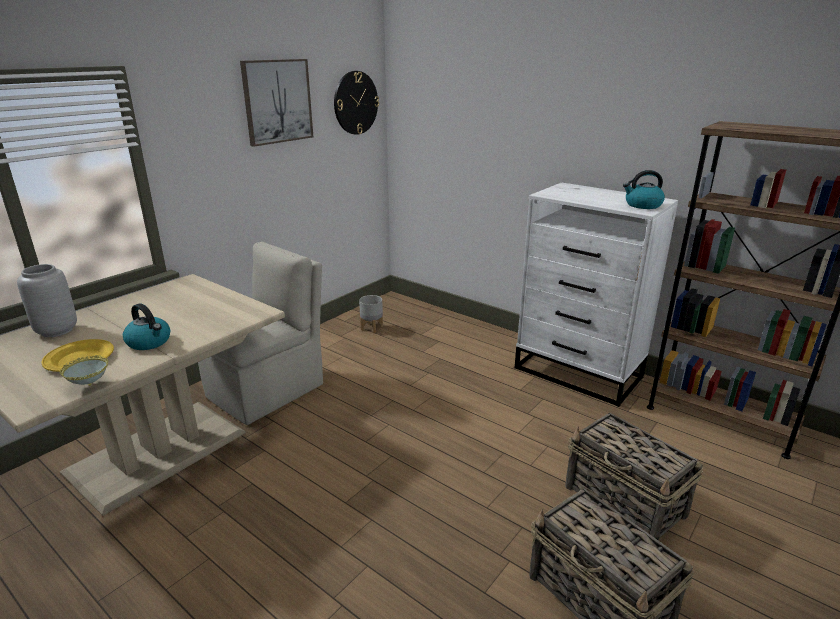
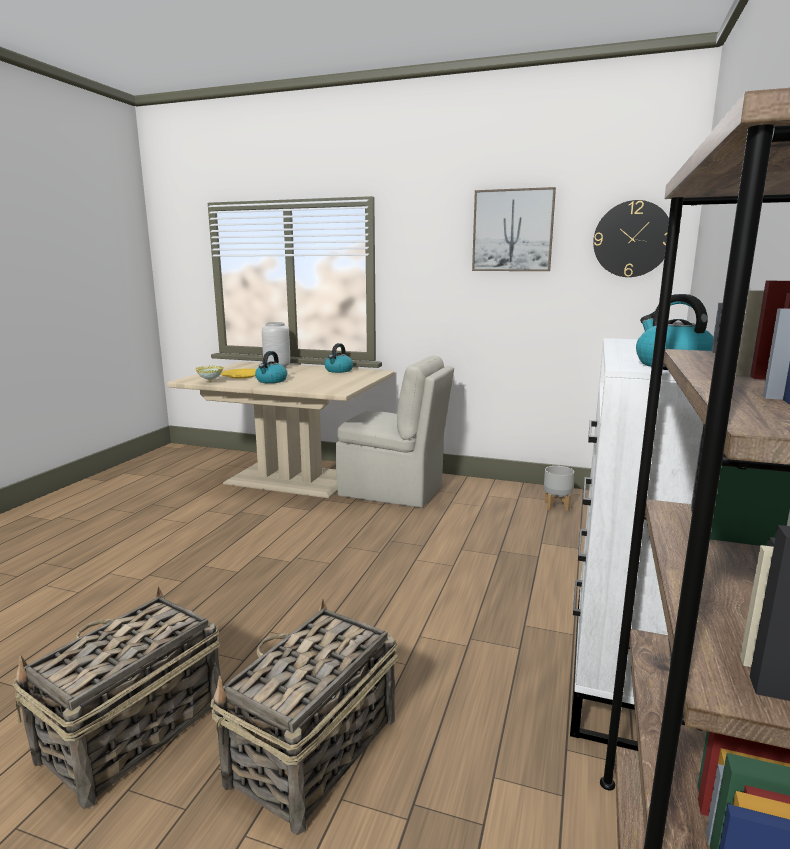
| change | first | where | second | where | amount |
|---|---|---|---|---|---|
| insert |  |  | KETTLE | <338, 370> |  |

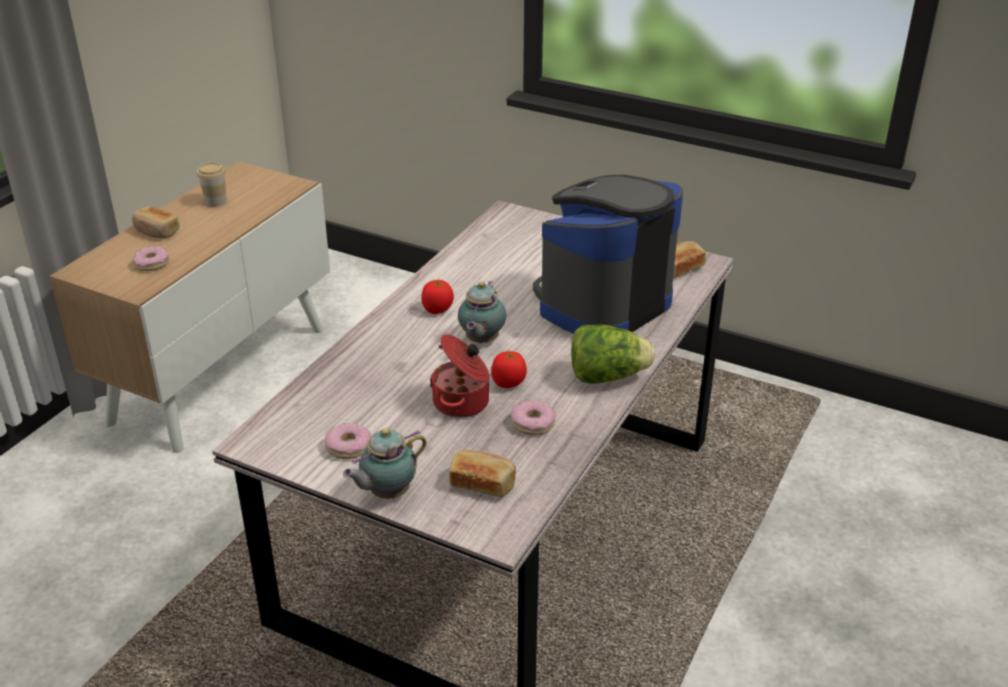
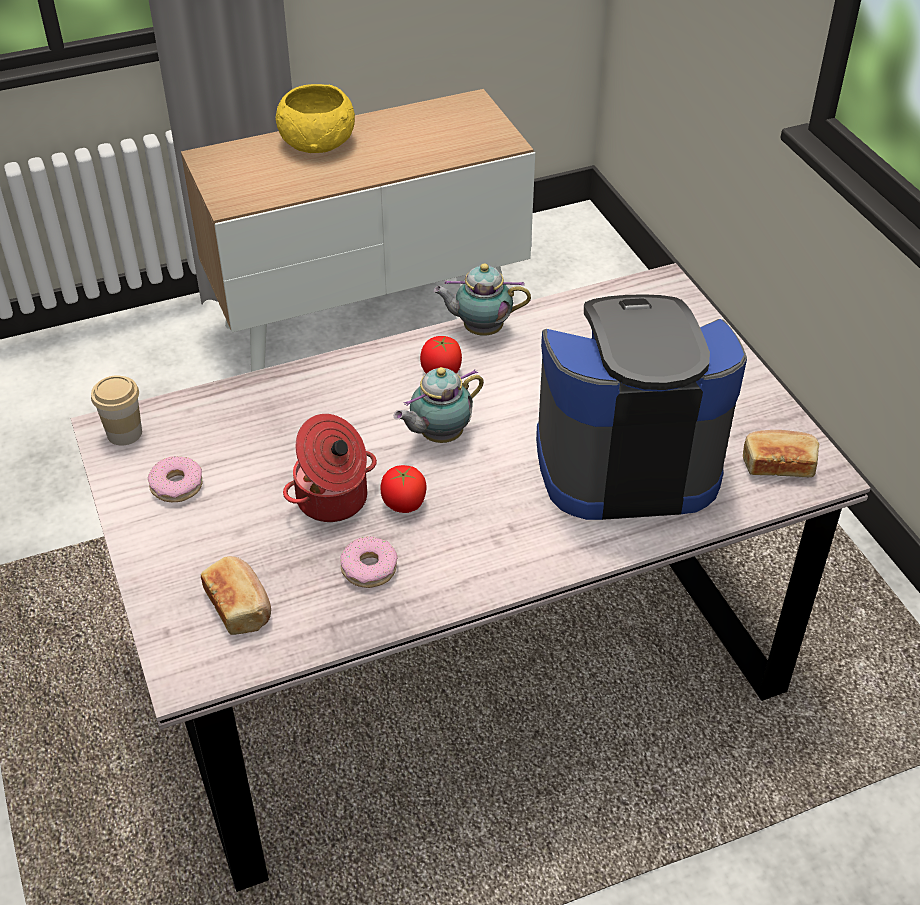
| change | first | where | second | where | amount |
|---|---|---|---|---|---|
| replace | BREAD | <156, 231> | YELLOW BOWL | <317, 142> |  |
| delete | DONUT | <152, 264> |  |  |  |
| move | CUP | <215, 201> |  | <124, 433> |  |
| move | TEAPOT | <387, 493> |  | <480, 329> |  |
| delete | LETTUCE | <607, 376> |  |  |  |

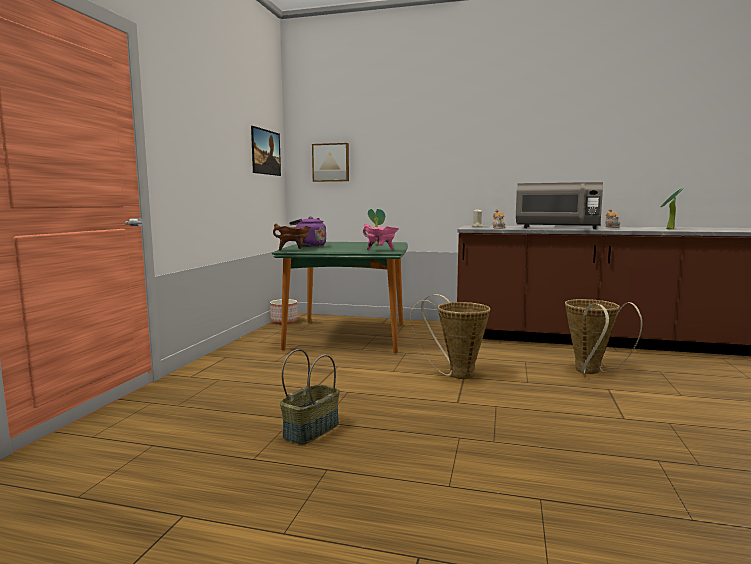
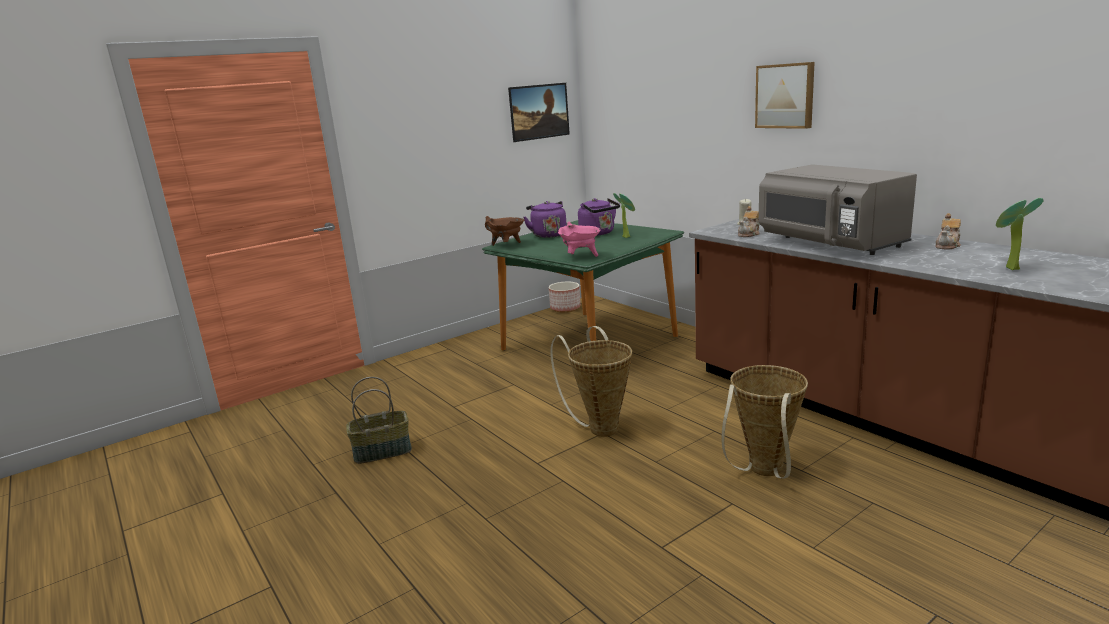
| change | first | where | second | where | amount |
|---|---|---|---|---|---|
| move | PICTURE | <331, 162> |  | <785, 96> |  |
| insert |  |  | PURPLE KETTLE | <599, 233> |  |

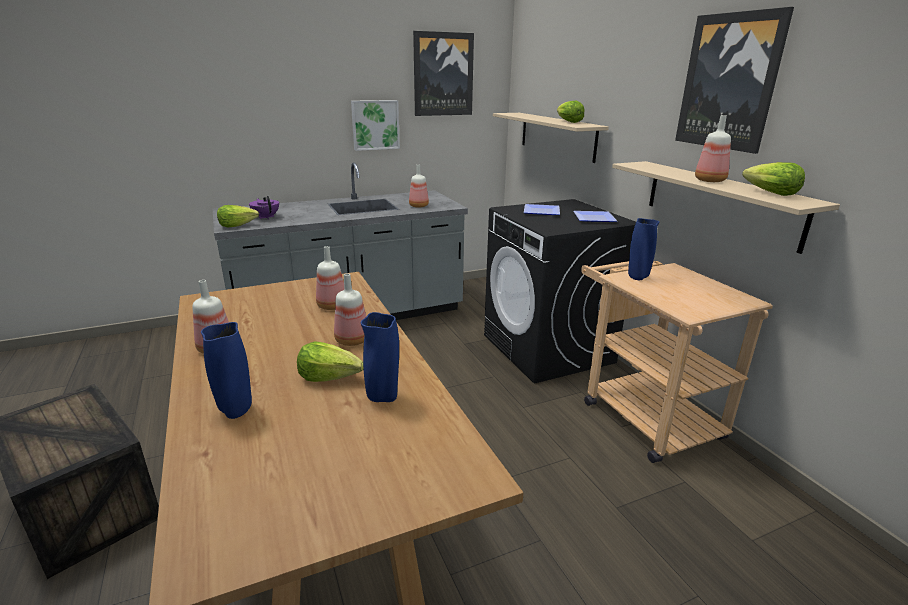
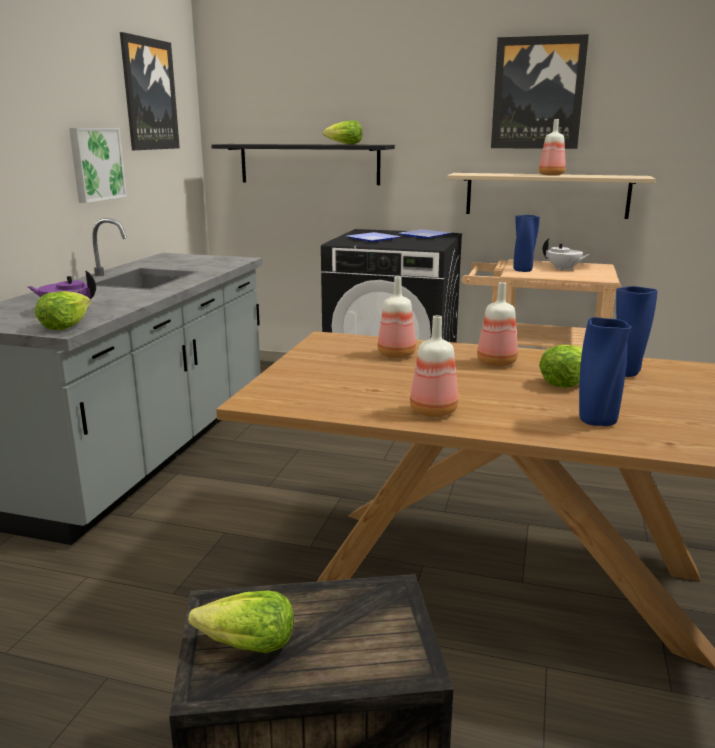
| change | first | where | second | where | amount |
|---|---|---|---|---|---|
| delete | BOTTLE | <419, 206> |  |  |  |
| recolor | BEIGE SHELF | <557, 136> | BLACK SHELF | <309, 164> |  |
| move | LETTUCE | <769, 193> |  | <247, 645> |  |
| insert |  |  | WHITE TEAPOT | <564, 269> |  |

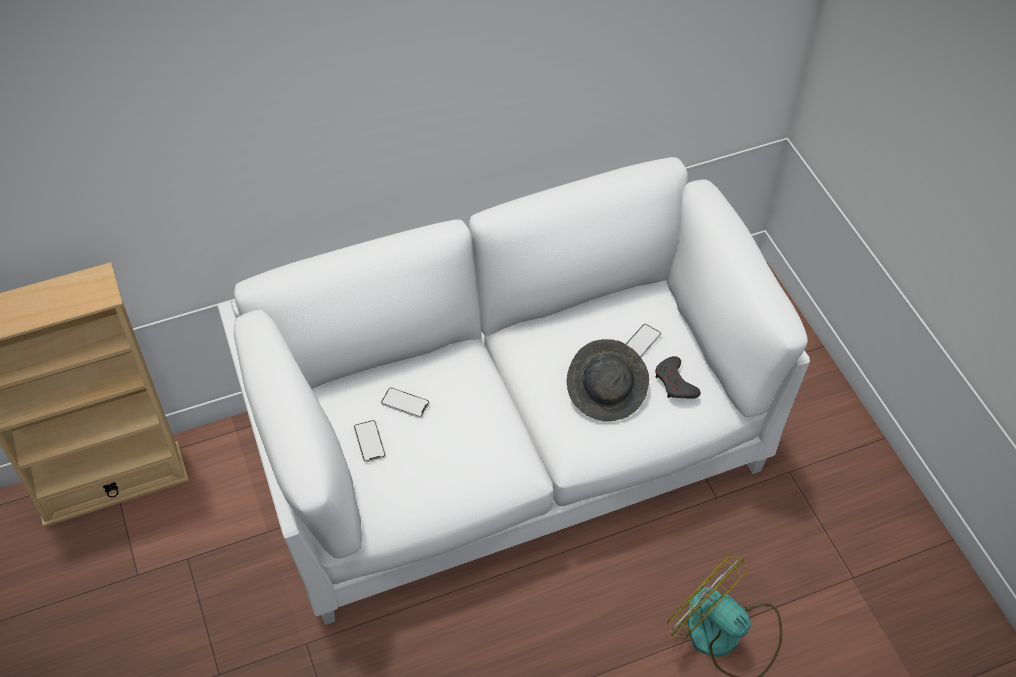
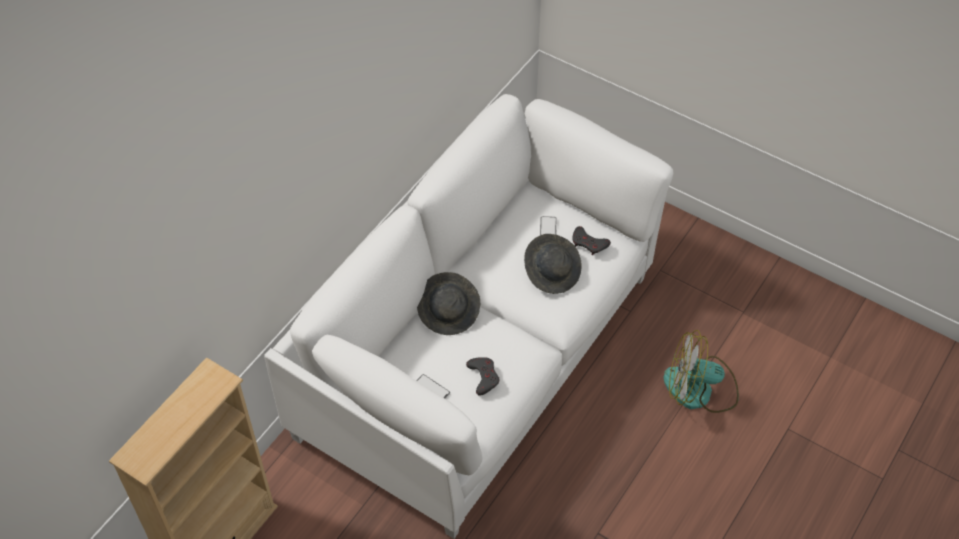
| change | first | where | second | where | amount |
|---|---|---|---|---|---|
| delete | PHONE | <405, 403> |  |  |  |
| insert |  |  | GREY HAT | <449, 312> |  |
| insert |  |  | GREY GAME CONTROLLER | <483, 377> |  |

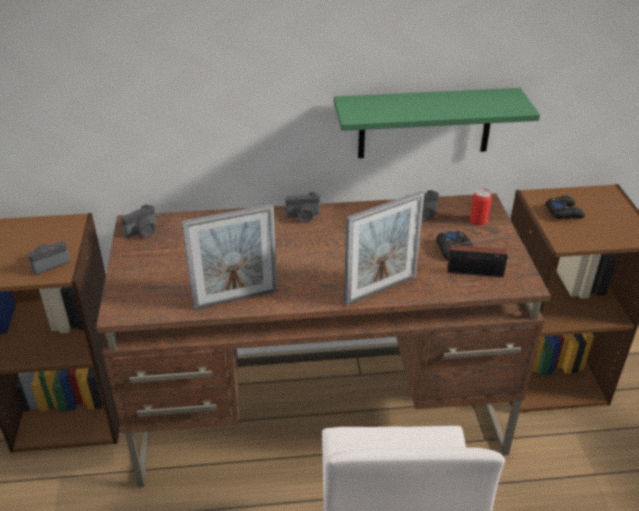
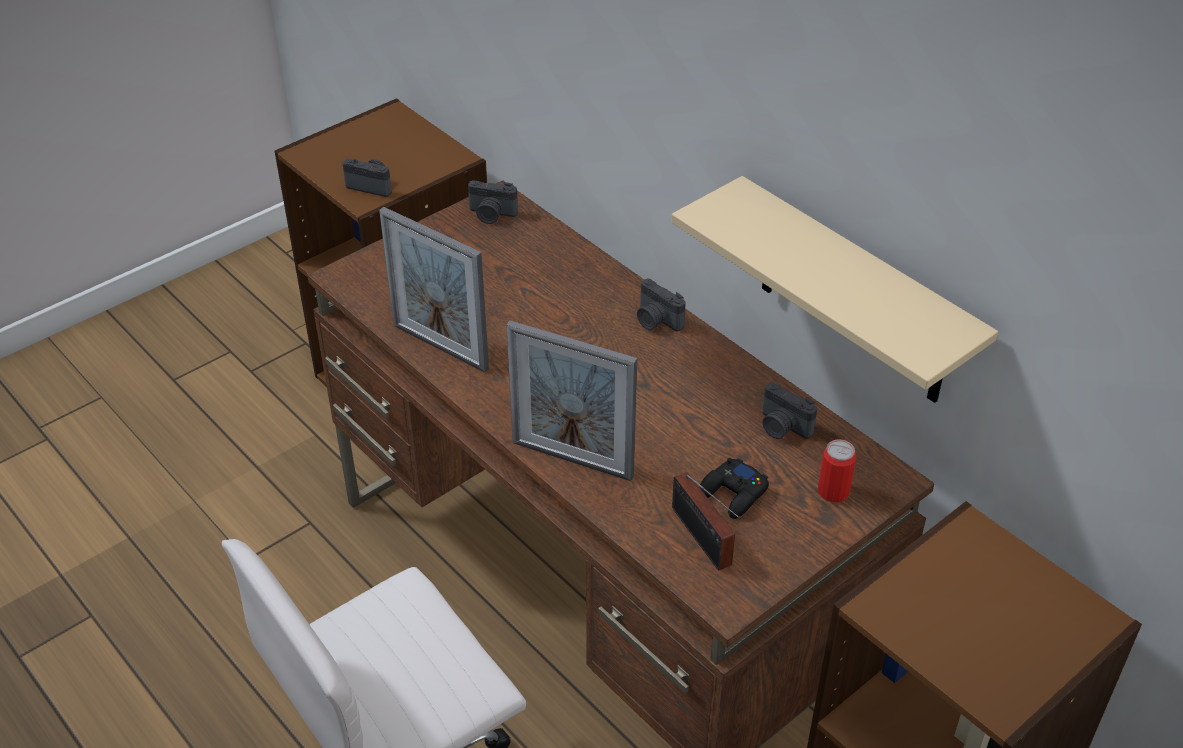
| change | first | where | second | where | amount |
|---|---|---|---|---|---|
| recolor | GREEN SHELF | <425, 123> | BEIGE SHELF | <854, 296> |  |
| delete | BLACK GAME CONTROLLER | <564, 212> |  |  |  |

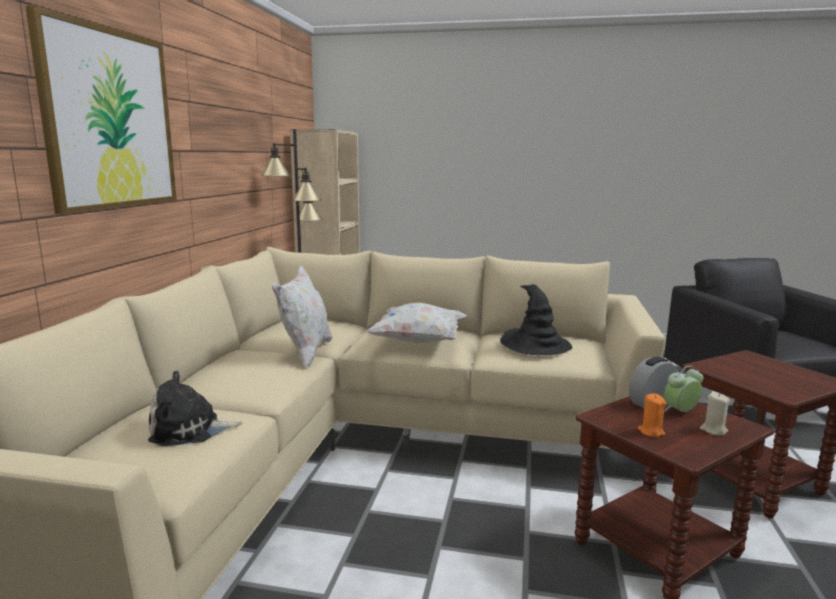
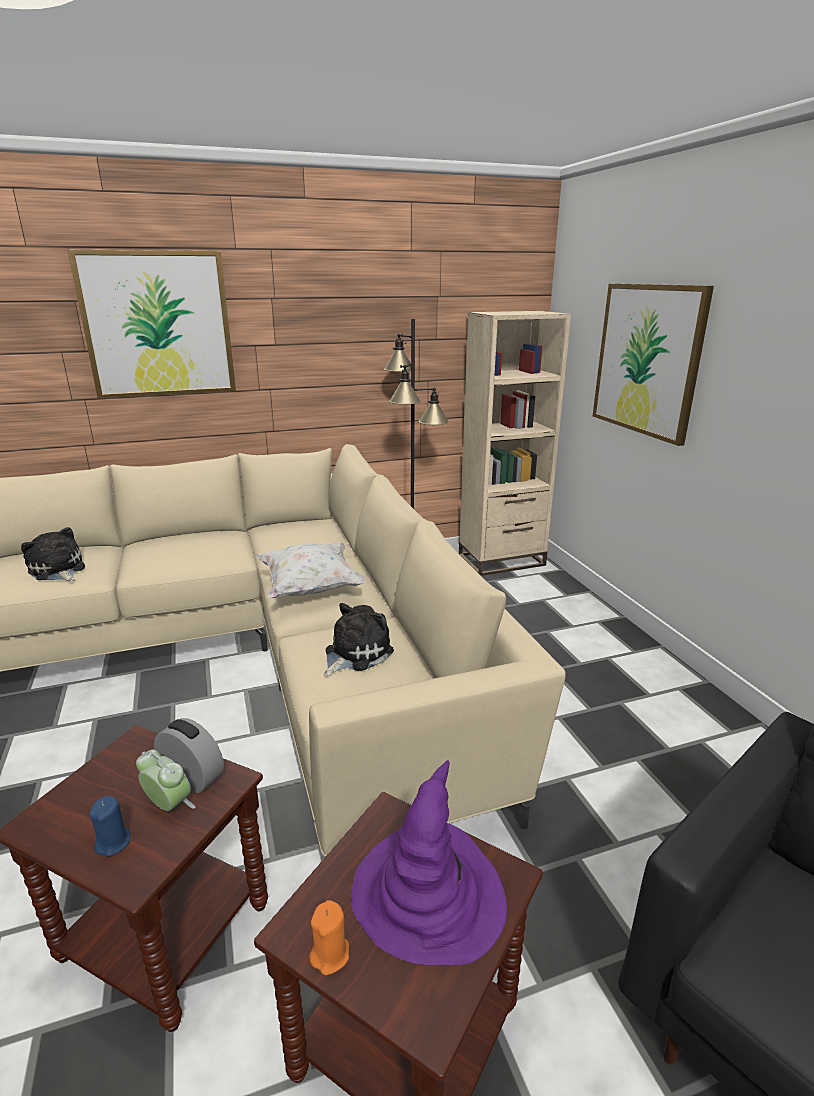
| change | first | where | second | where | amount |
|---|---|---|---|---|---|
| delete | WHITE PILLOW | <305, 354> |  |  |  |
| replace | BLACK HAT | <535, 345> | PLUSH TOY | <355, 653> |  |
| move | ORANGE CANDLE | <651, 432> |  | <330, 954> |  |
| recolor | BEIGE CANDLE | <713, 430> | BLUE CANDLE | <113, 842> |  |
| insert |  |  | PURPLE HAT | <429, 894> |  |
| insert |  |  | PICTURE | <647, 360> |  |

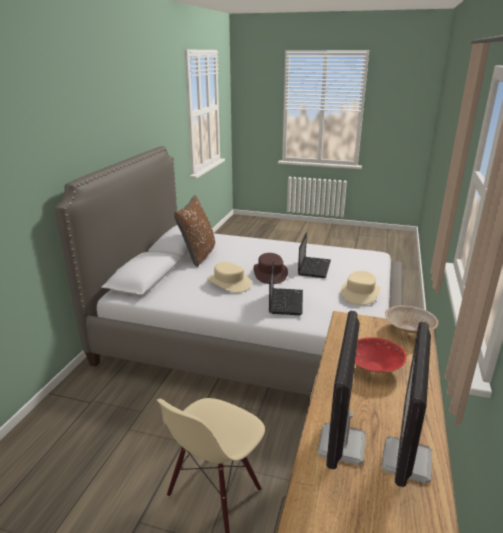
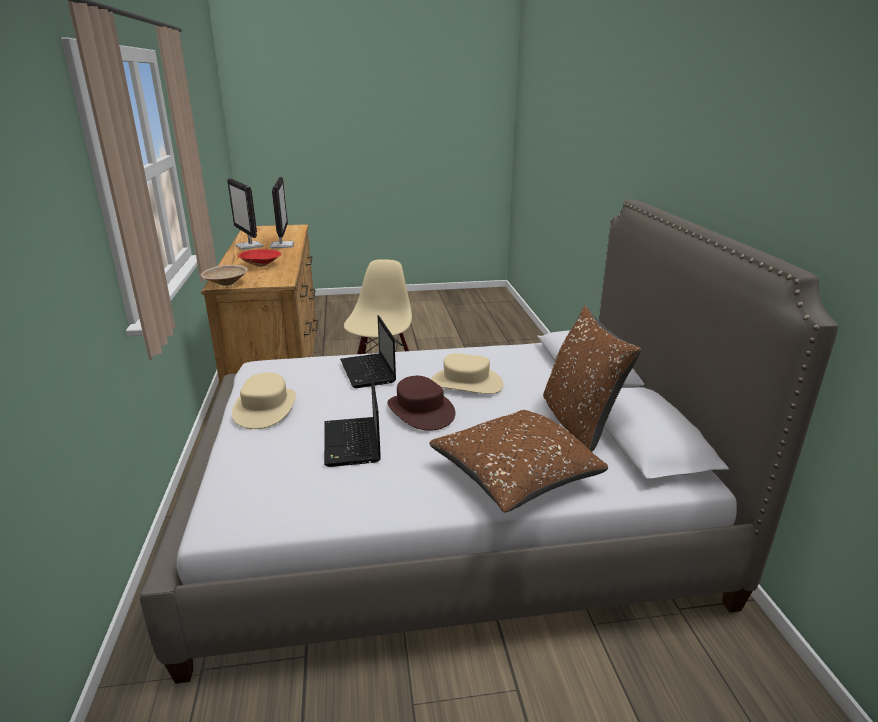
| change | first | where | second | where | amount |
|---|---|---|---|---|---|
| rotate | MONITOR | <407, 461> |  | <250, 246> | 150 degrees clockwise |
| insert |  |  | BROWN PILLOW | <514, 477> |  |

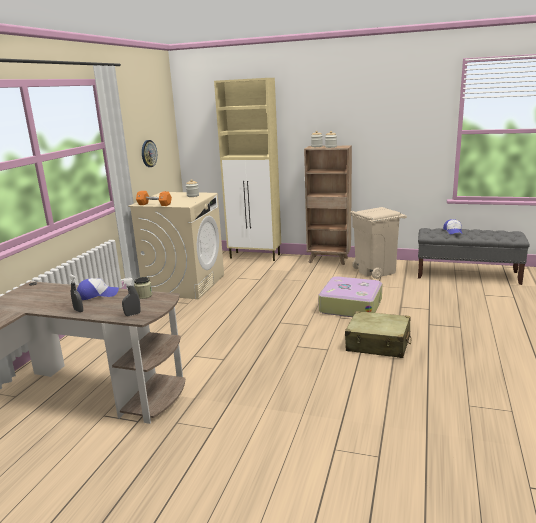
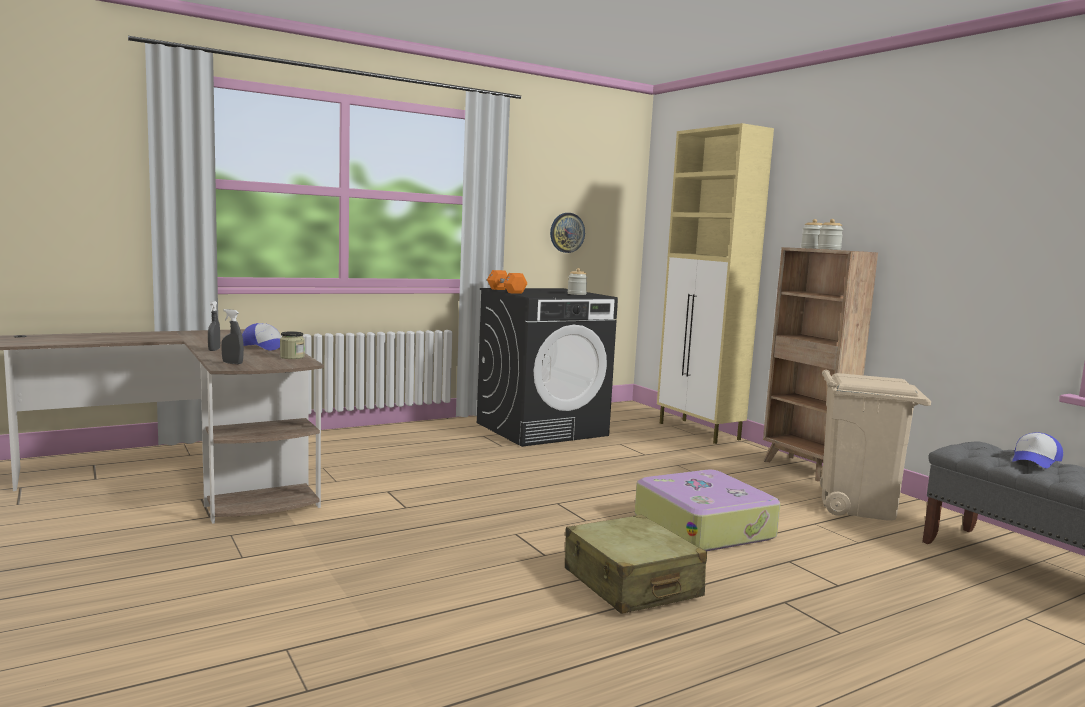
| change | first | where | second | where | amount |
|---|---|---|---|---|---|
| recolor | BEIGE WASHING MACHINE | <185, 284> | BLACK WASHING MACHINE | <542, 429> |  |

